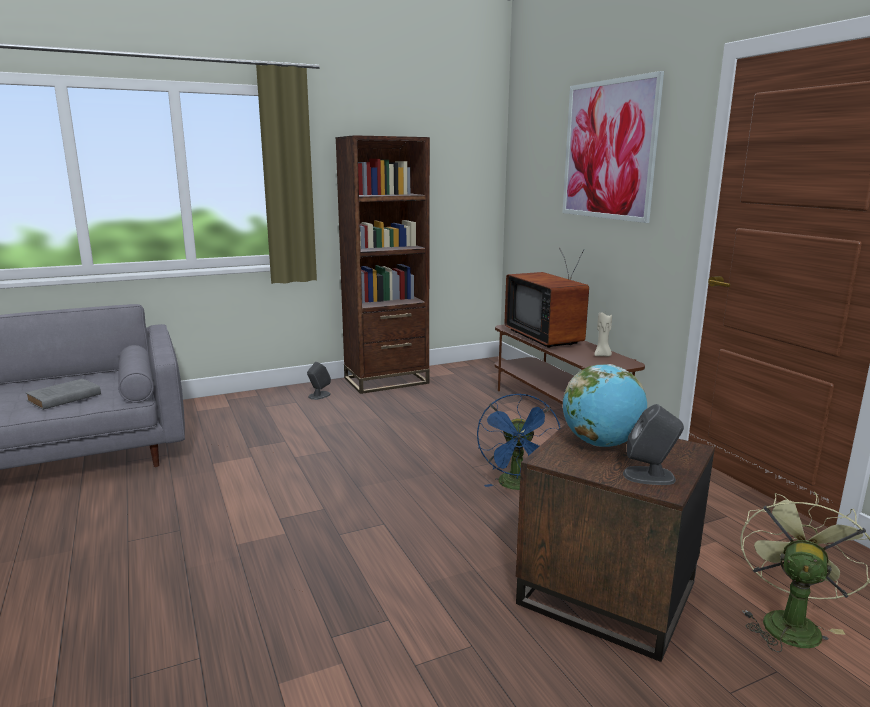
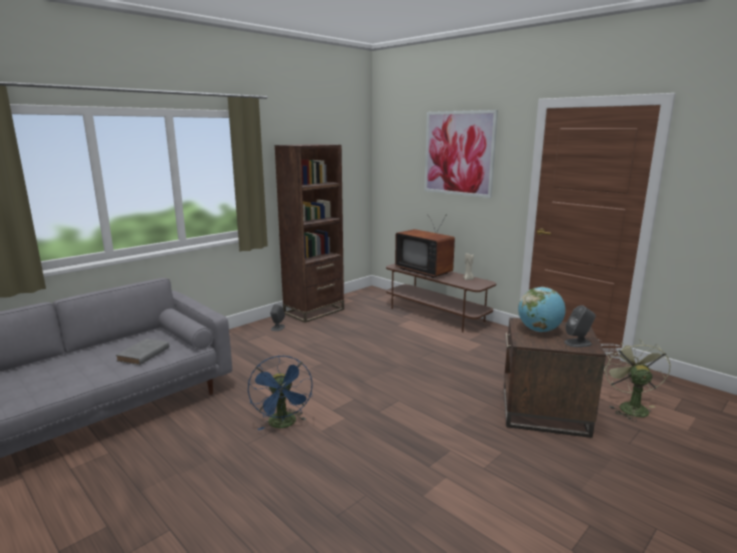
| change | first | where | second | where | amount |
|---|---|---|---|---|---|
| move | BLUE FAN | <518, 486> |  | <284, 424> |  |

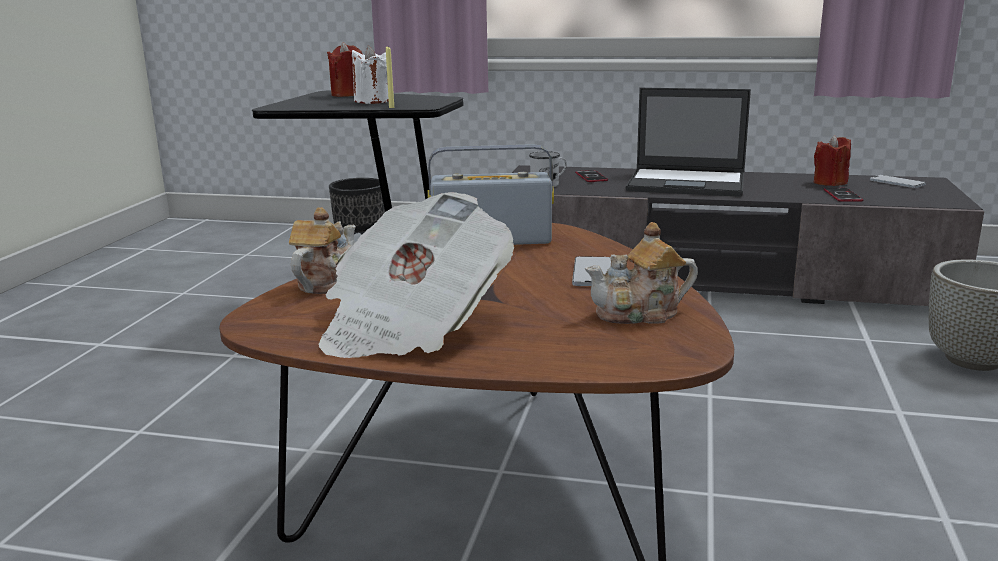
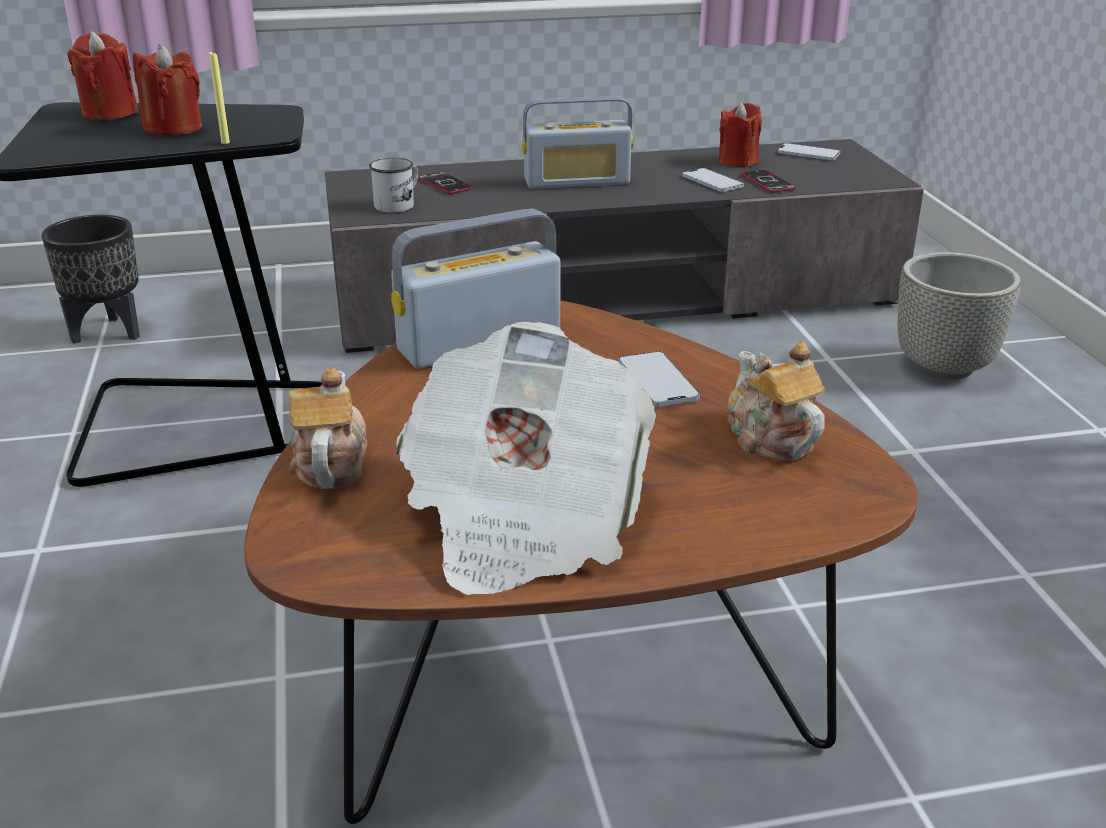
| change | first | where | second | where | amount |
|---|---|---|---|---|---|
| recolor | WHITE CANDLE | <372, 101> | RED CANDLE | <173, 128> |  |
| rotate | TEAPOT | <640, 313> |  | <769, 438> | 105 degrees clockwise |
| replace | LAPTOP | <688, 183> | RADIO | <577, 182> |  |
| insert |  |  | PHONE | <712, 182> |  |

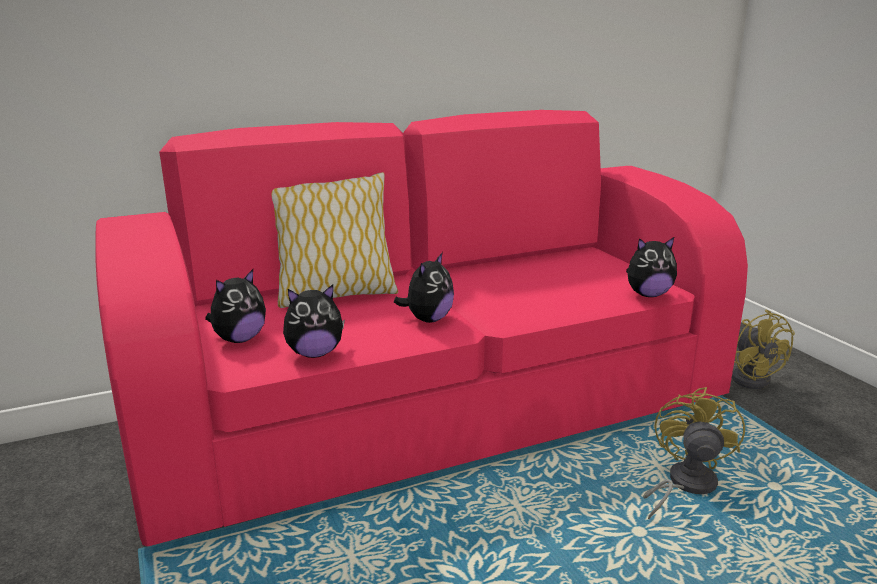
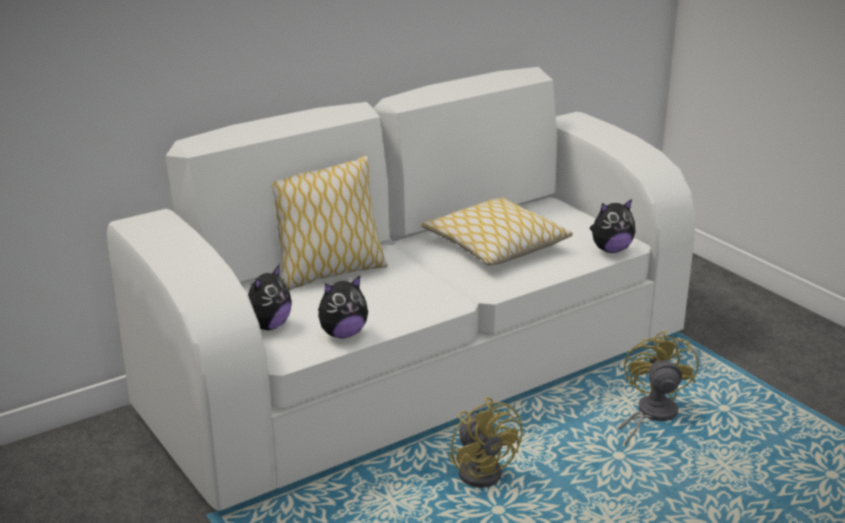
| change | first | where | second | where | amount |
|---|---|---|---|---|---|
| recolor | PINK SOFA | <439, 412> | WHITE SOFA | <423, 371> |  |
| delete | PLUSH TOY | <427, 319> |  |  |  |
| move | YELLOW FAN | <752, 377> |  | <483, 470> |  |
| insert |  |  | PILLOW | <495, 246> |  |

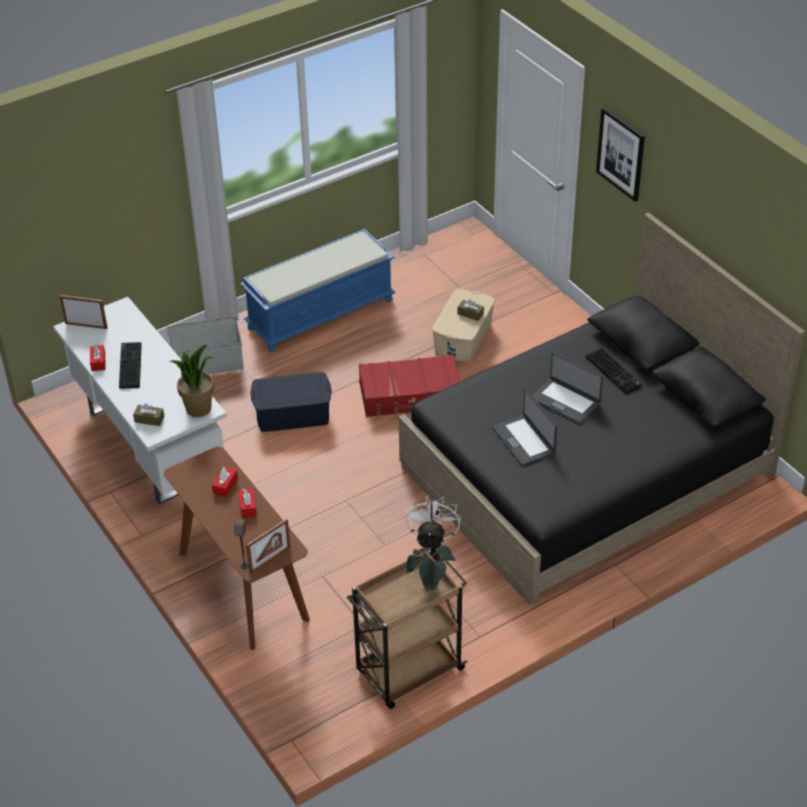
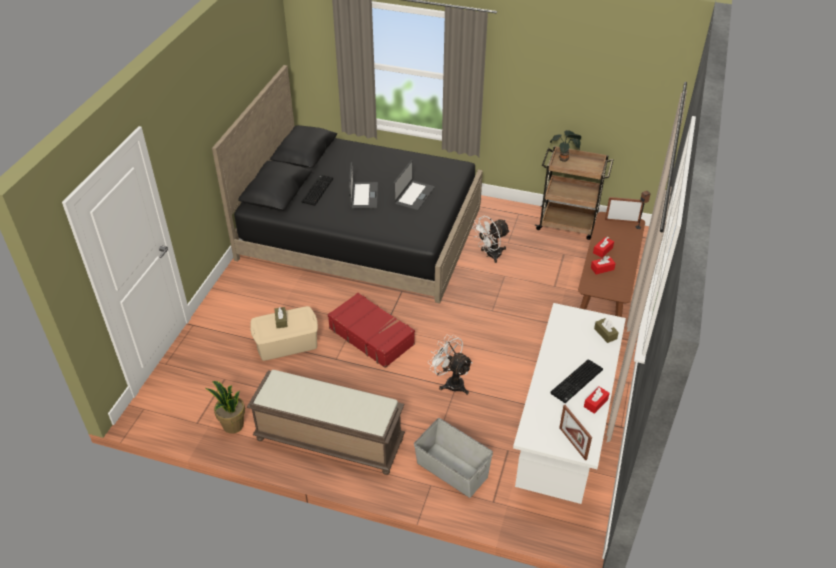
| change | first | where | second | where | amount |
|---|---|---|---|---|---|
| move | POTTED PLANT | <198, 408> |  | <232, 425> |  |
| recolor | BLUE BENCH | <321, 313> | BROWN BENCH | <328, 440> |  |
| replace | BLUE STORAGE BOX | <292, 414> | WHITE FAN | <451, 382> |  |
| delete | PICTURE | <621, 153> |  |  |  |

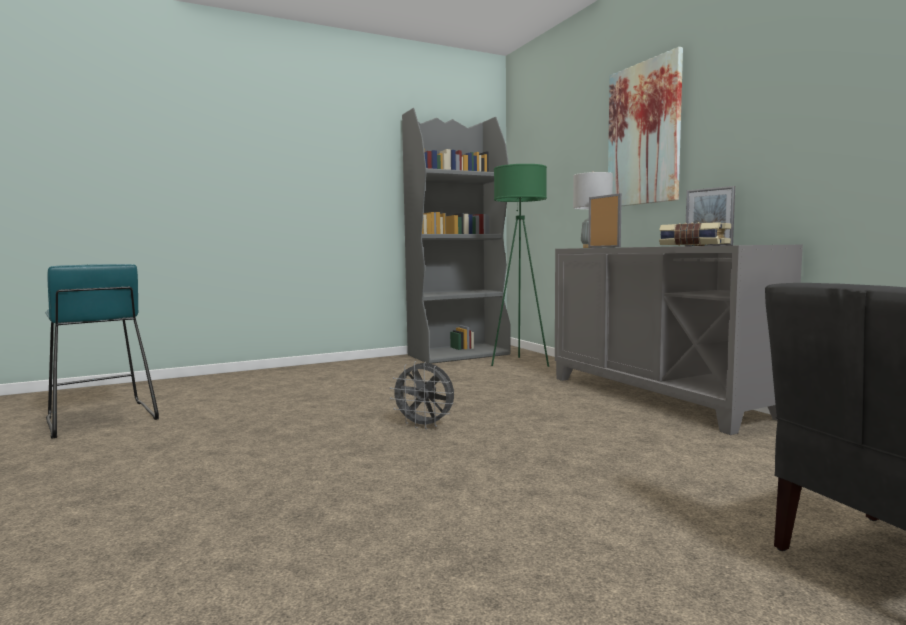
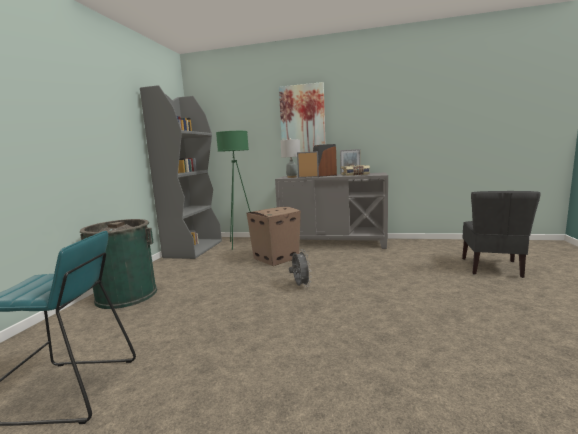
| change | first | where | second | where | amount |
|---|---|---|---|---|---|
| rotate | GREY FAN | <425, 426> |  | <300, 286> | 75 degrees counterclockwise |
| insert |  |  | GREEN TRASH CAN | <126, 295> |  |
| insert |  |  | CARDBOARD BOX | <276, 258> |  |
| insert |  |  | SPEAKER | <323, 175> |  |

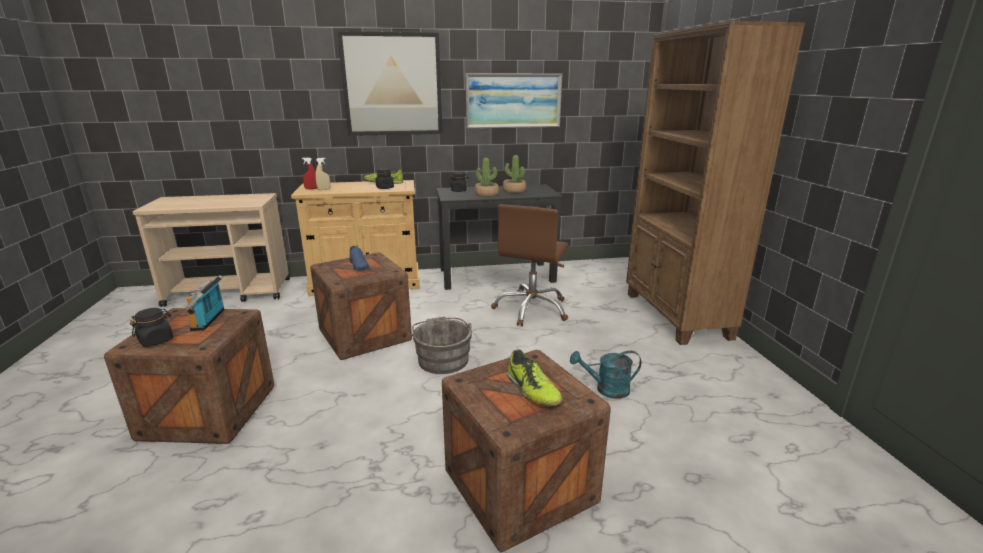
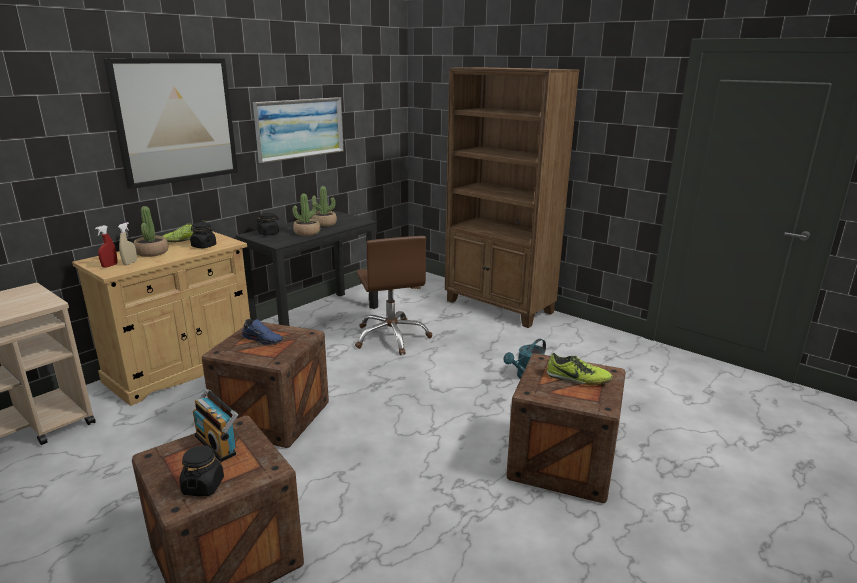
| change | first | where | second | where | amount |
|---|---|---|---|---|---|
| delete | GREY BUCKET | <442, 358> |  |  |  |
| insert |  |  | POTTED PLANT | <152, 252> |  |

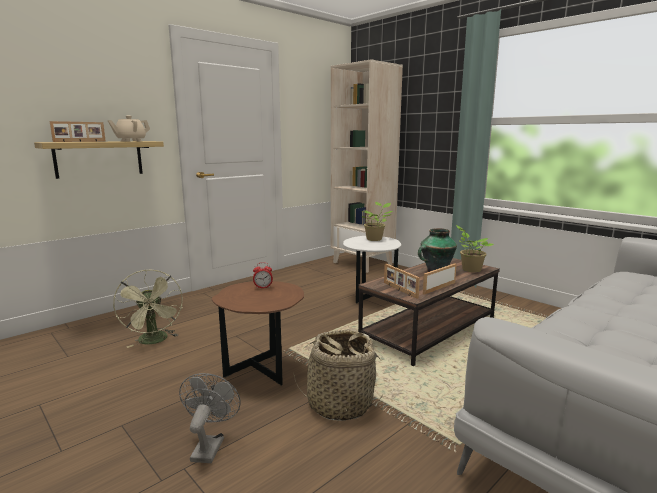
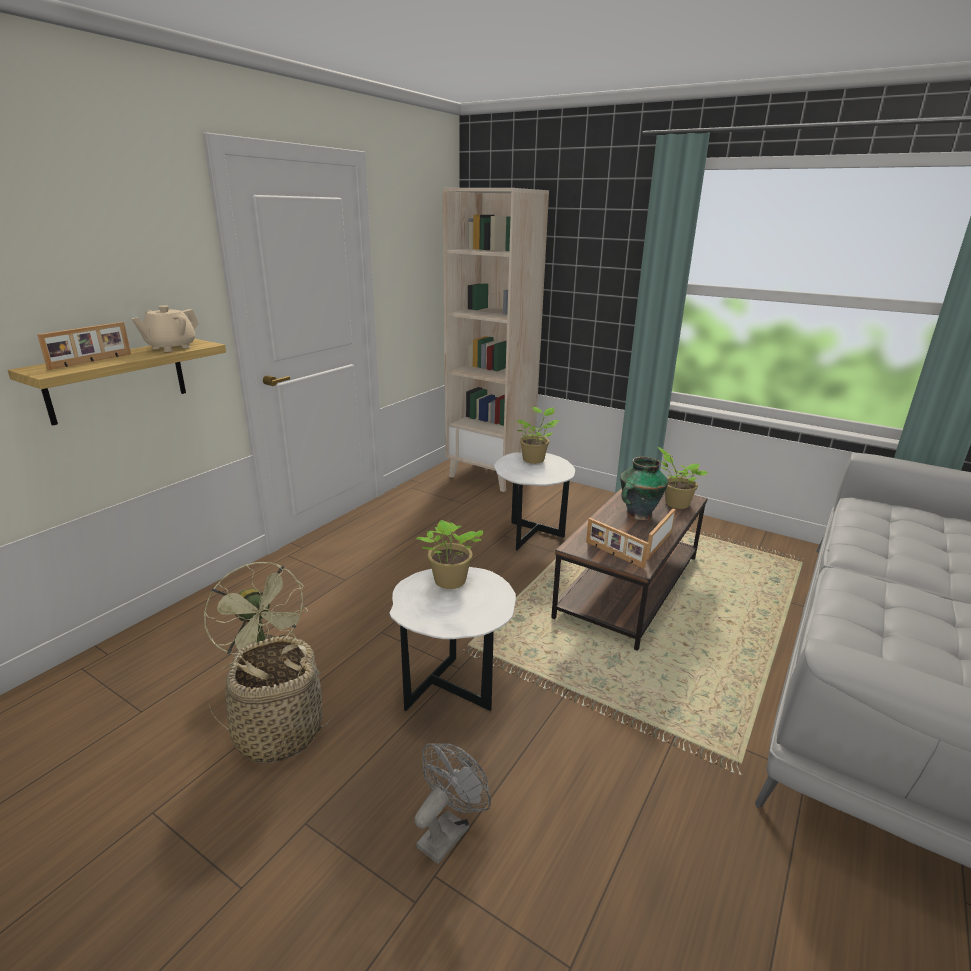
| change | first | where | second | where | amount |
|---|---|---|---|---|---|
| rotate | GREY FAN | <209, 445> |  | <448, 831> | 45 degrees clockwise |
| recolor | BROWN SIDE TABLE | <262, 372> | WHITE SIDE TABLE | <454, 693> |  |
| replace | ALARM CLOCK | <263, 287> | POTTED PLANT | <449, 582> |  |
| move | BASKET | <339, 404> |  | <278, 732> |  |

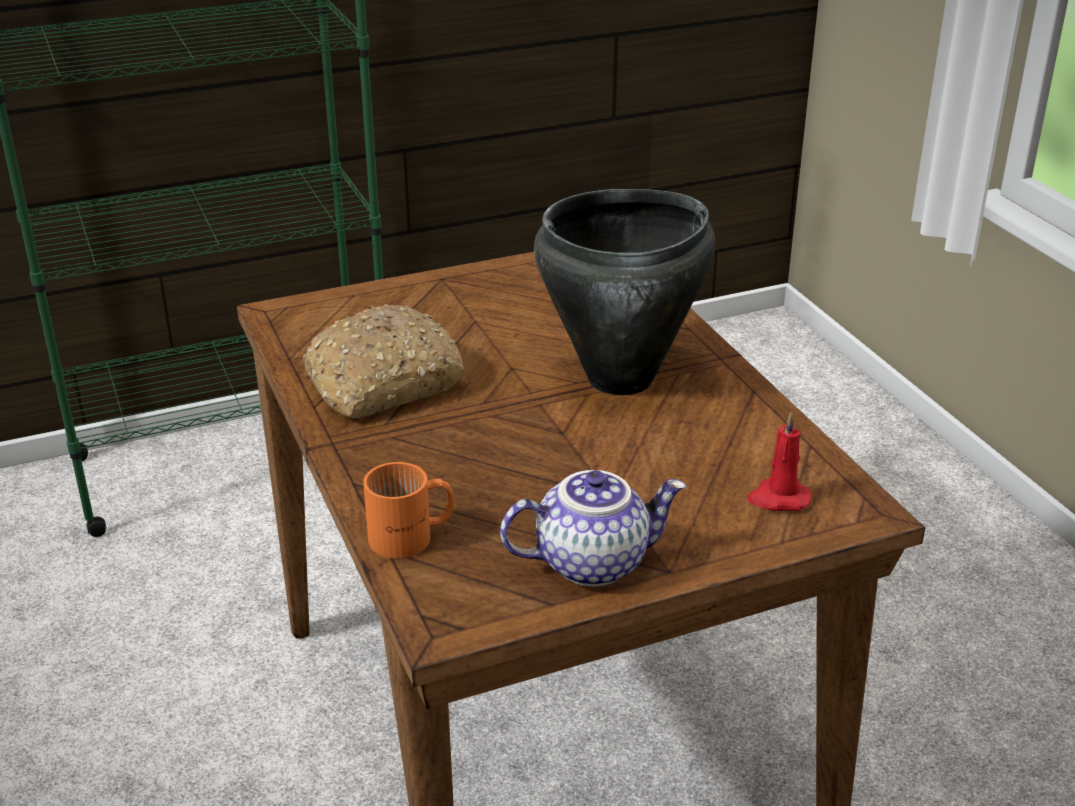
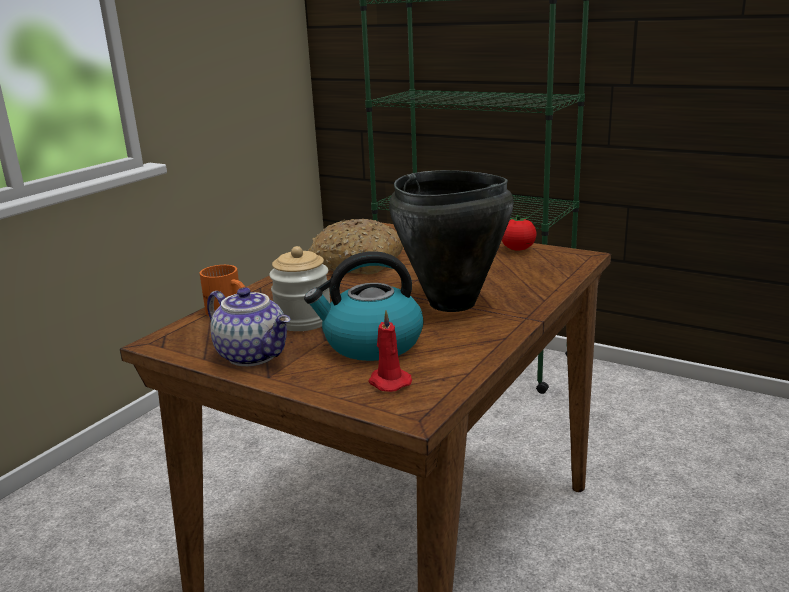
| change | first | where | second | where | amount |
|---|---|---|---|---|---|
| insert |  |  | JAR | <303, 320> |  |
| insert |  |  | KETTLE | <371, 343> |  |
| insert |  |  | TOMATO | <517, 249> |  |

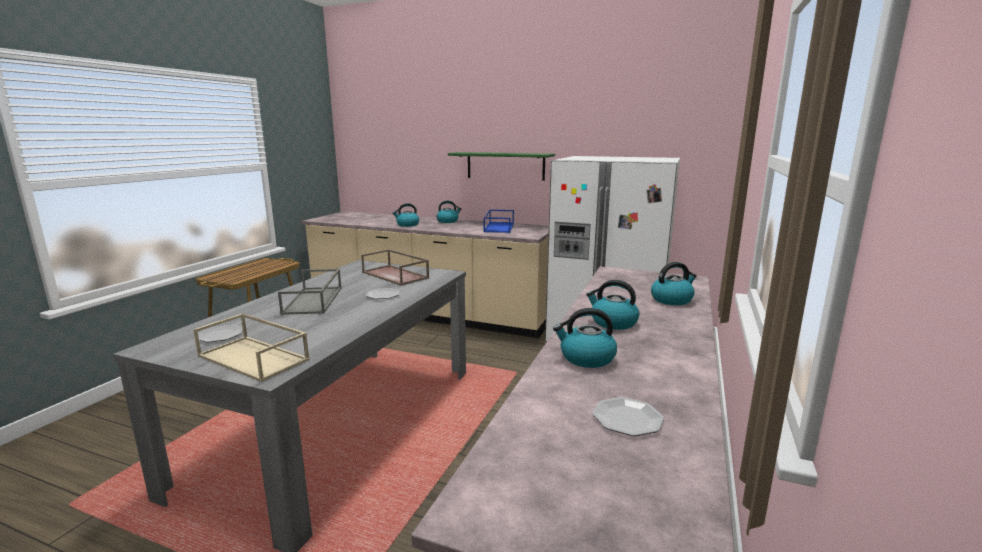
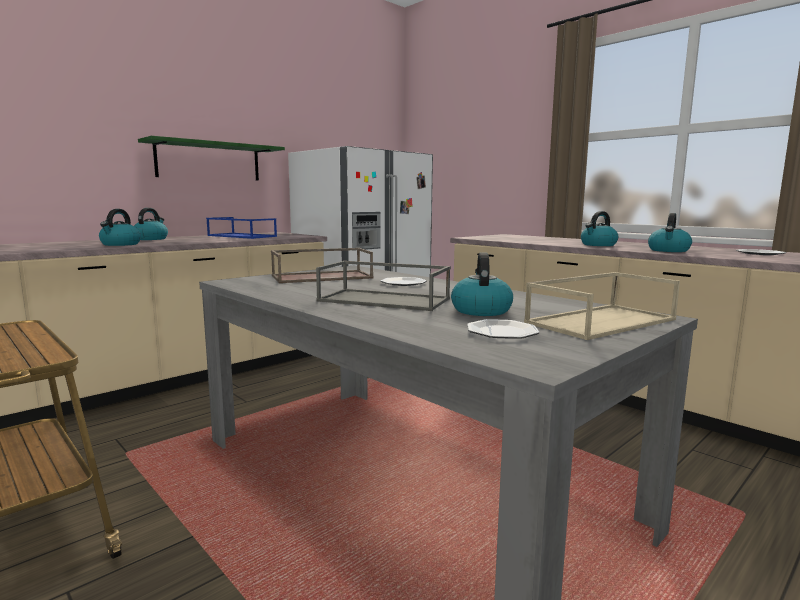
| change | first | where | second | where | amount |
|---|---|---|---|---|---|
| move | KETTLE | <672, 300> |  | <480, 310> |  |

